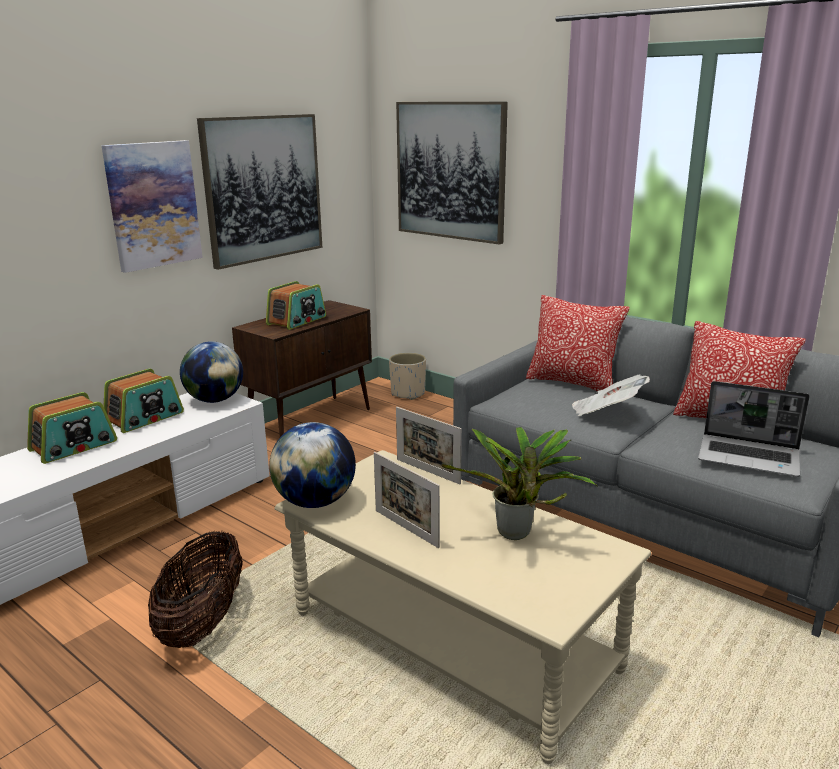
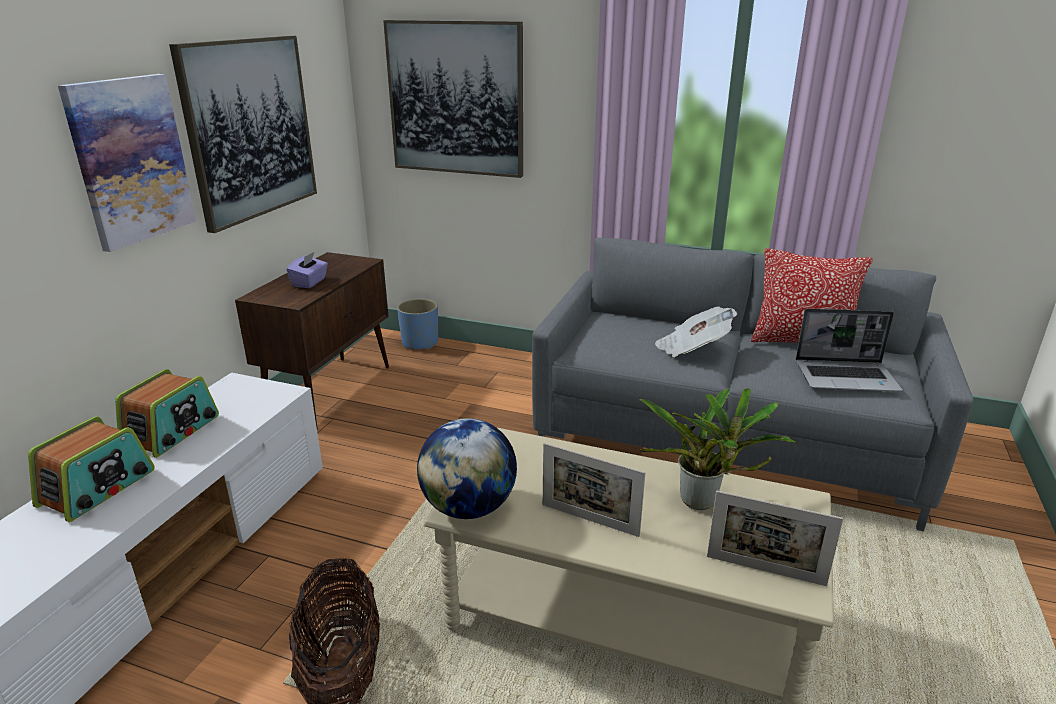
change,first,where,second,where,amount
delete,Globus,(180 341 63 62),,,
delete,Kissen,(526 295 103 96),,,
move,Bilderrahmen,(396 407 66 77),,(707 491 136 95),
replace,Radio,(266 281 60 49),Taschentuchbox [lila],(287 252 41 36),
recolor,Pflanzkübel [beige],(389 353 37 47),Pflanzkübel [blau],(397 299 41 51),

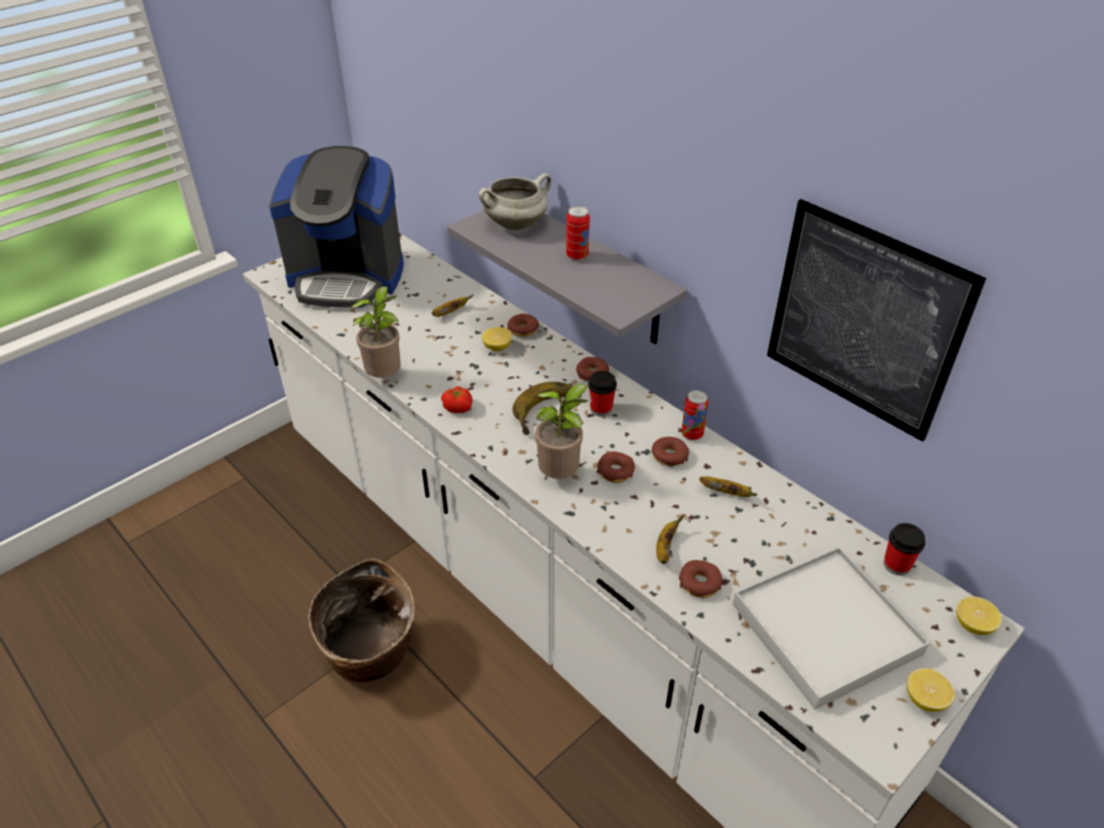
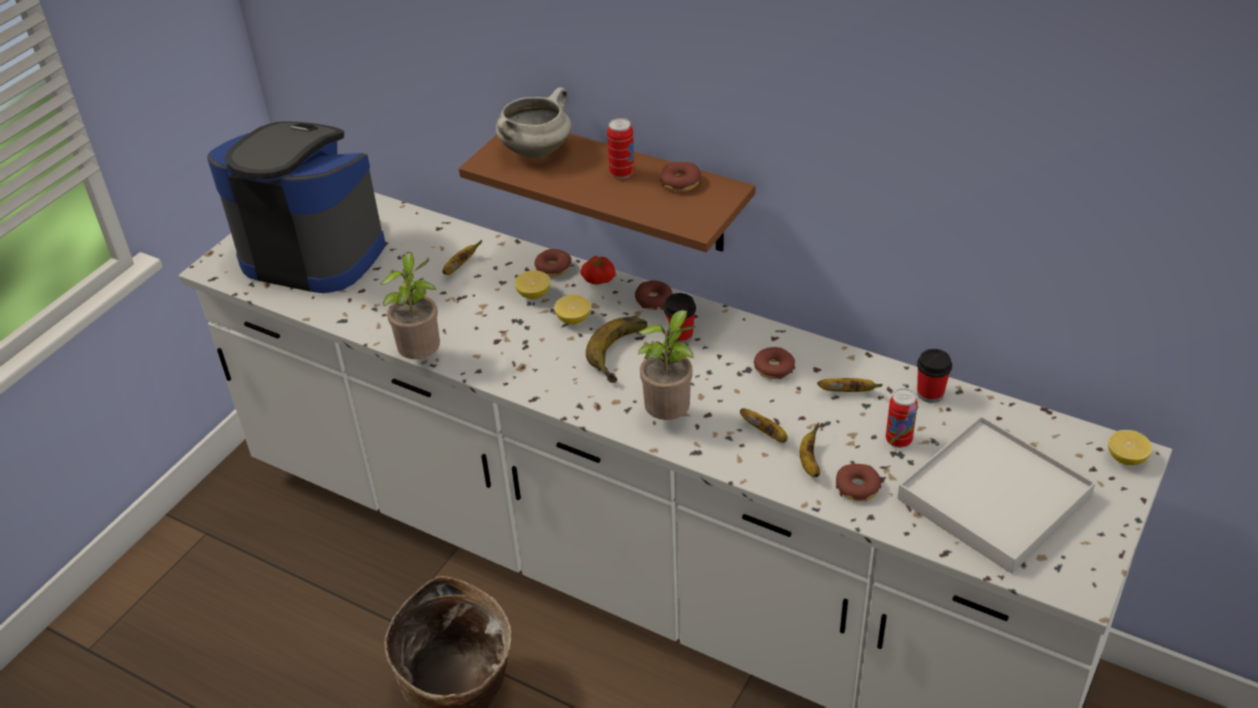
change,first,where,second,where,amount
delete,Bild,(767 199 219 243),,,
insert,,,Banane,(740 408 48 35),
move,Tomate,(441 386 32 27),,(580 256 36 29),
move,Donut,(597 451 38 32),,(660 162 41 30),
move,Dose,(681 390 27 50),,(886 388 32 60),
move,Tasse,(884 523 41 53),,(917 349 35 54),
move,Zitrone,(907 668 48 44),,(554 294 37 30),
recolor,Wandregal [grau],(447 210 240 134),Wandregal [braun],(459 134 296 118),
rotate,Kaffeemaschine,(269 146 135 162),,(207 121 179 172),150 degrees counterclockwise

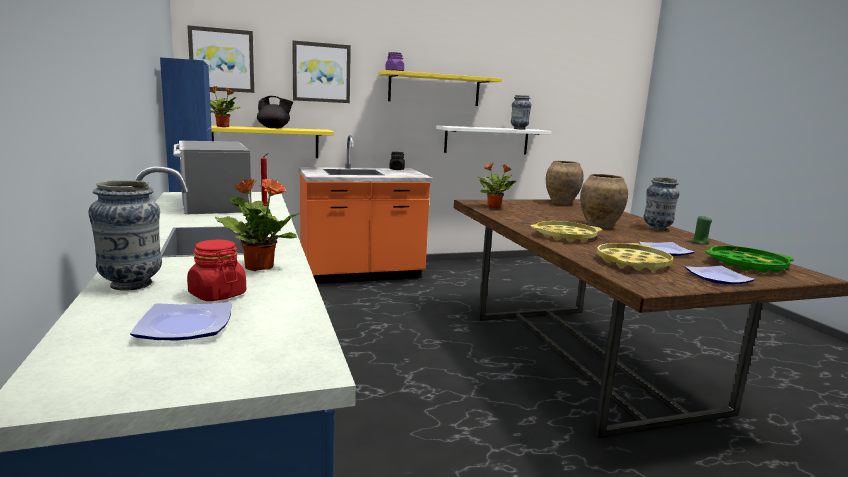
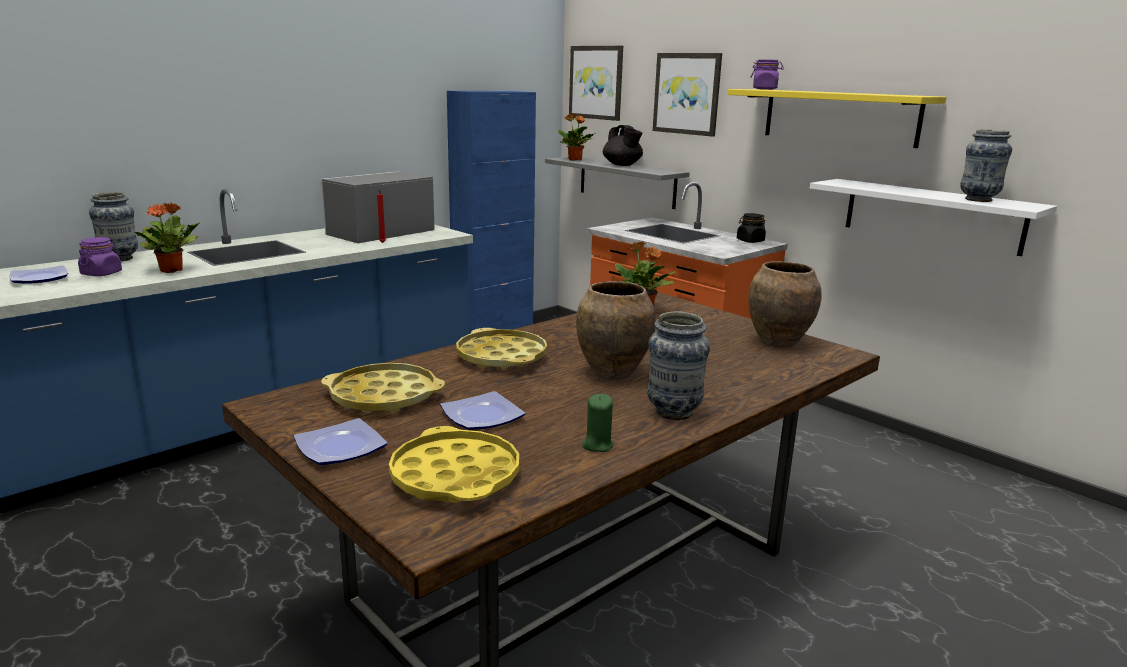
change,first,where,second,where,amount
recolor,Vorratsglas [rot],(187 239 59 62),Vorratsglas [lila],(78 237 44 39),
recolor,Wandregal [gelb],(211 126 123 32),Wandregal [grau],(545 157 145 52),
recolor,Tablett [grün],(705 246 89 27),Tablett [gelb],(389 426 130 77),

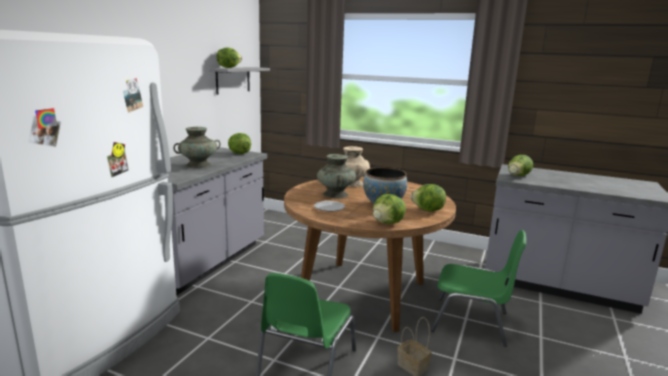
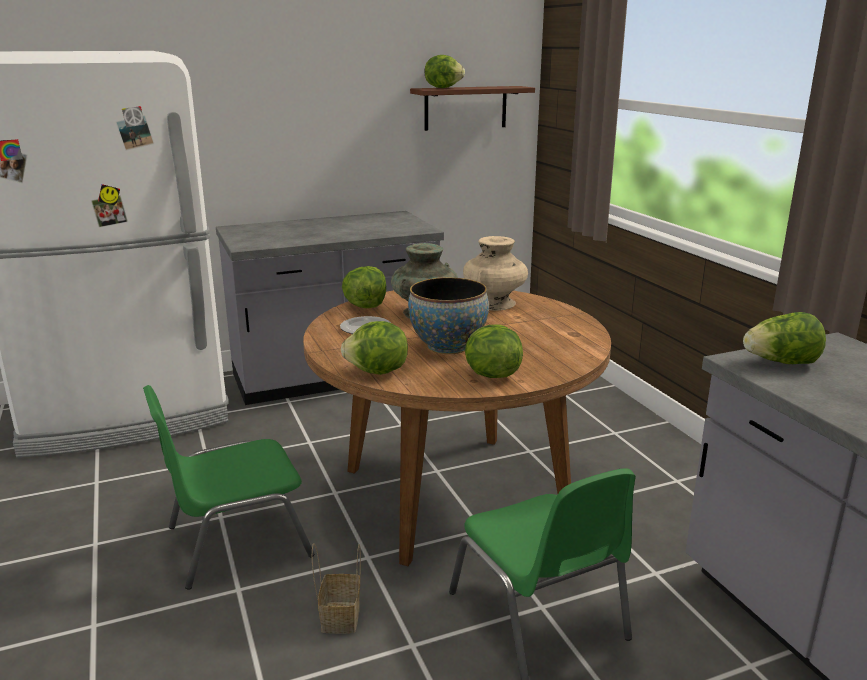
change,first,where,second,where,amount
delete,Vase [türkis],(173 127 48 41),,,
move,Salatkopf,(228 133 23 21),,(342 266 44 42),
recolor,Wandregal [grau],(209 67 61 28),Wandregal [braun],(410 86 125 45),

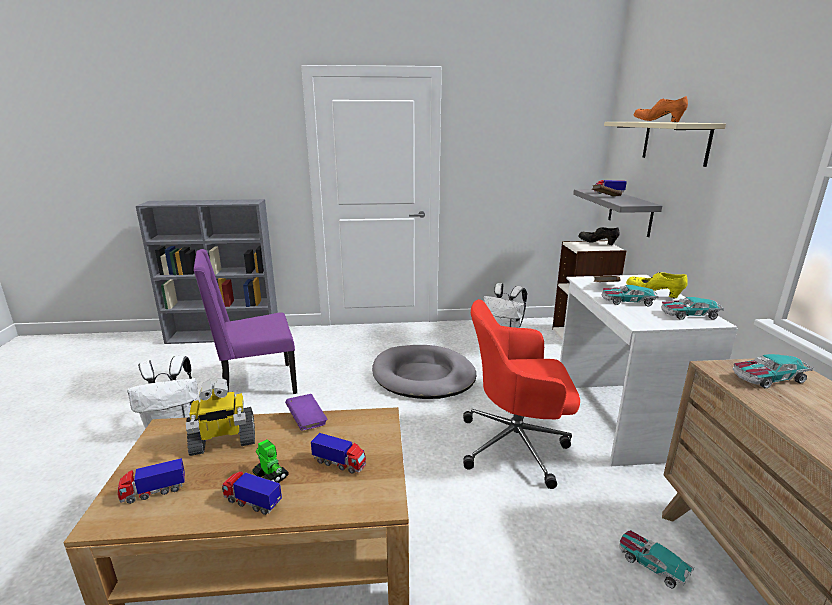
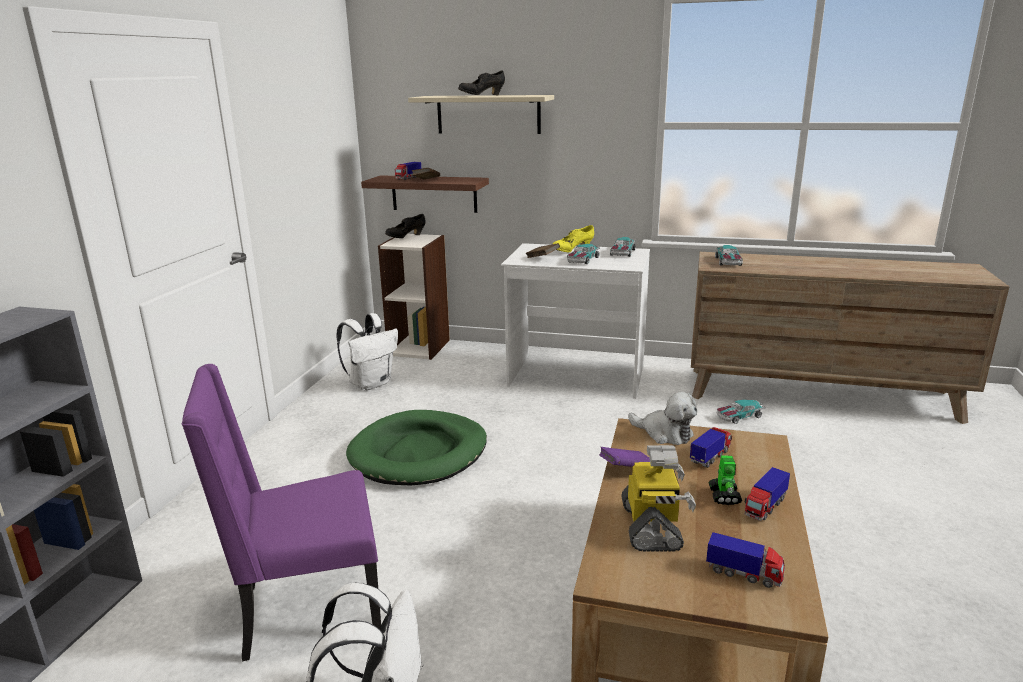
change,first,where,second,where,amount
delete,Bürostuhl [rot],(463 299 117 190),,,
insert,,,Plüschtier,(628 391 69 54),
recolor,Hundebett [grau],(372 345 104 54),Hundebett [grün],(346 410 141 75),
recolor,Wandregal [grau],(573 189 89 48),Wandregal [braun],(361 175 128 38),
recolor,Schuh [orange],(634 96 54 26),Schuh [schwarz],(458 70 47 25),
rotate,Spielzeuglaster,(117 458 68 46),,(706 532 79 56),60 degrees counterclockwise
rotate,Stuhl [lila],(194 249 103 145),,(182 364 199 298),75 degrees clockwise
rotate,Spielzeugroboter,(252 440 37 43),,(709 455 33 50),120 degrees clockwise

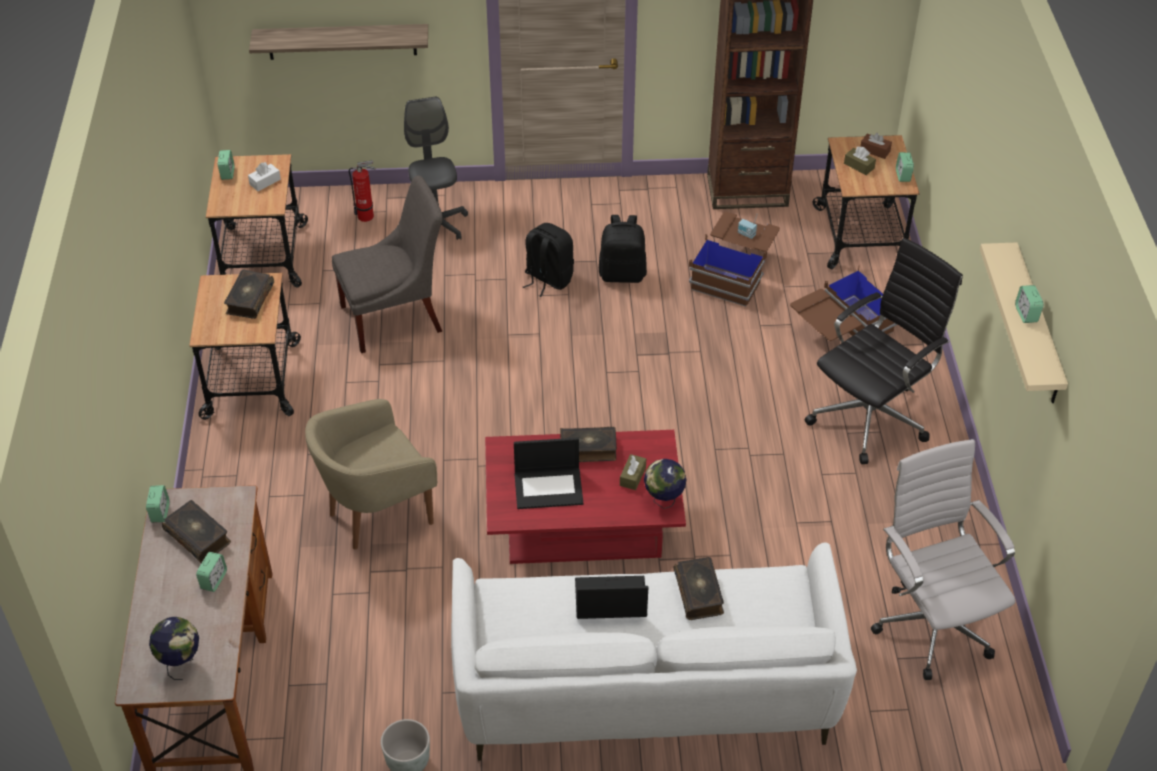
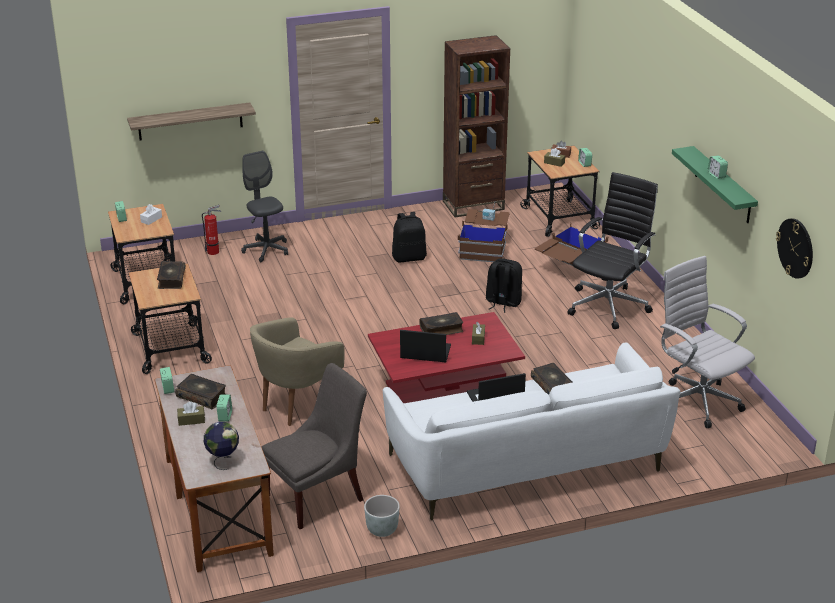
change,first,where,second,where,amount
delete,Globus,(644 459 43 50),,,
insert,,,Taschentuchbox [braun],(177 401 28 25),
insert,,,Wanduhr,(776 218 37 61),
move,Stuhl [grau],(332 176 111 177),,(262 363 105 166),
move,Rucksack [schwarz],(523 223 51 74),,(486 258 36 55),
recolor,Wandregal [beige],(980 242 88 161),Wandregal [grün],(672 146 86 77),
rotate,Laptop,(514 438 69 71),,(400 330 51 32),150 degrees counterclockwise

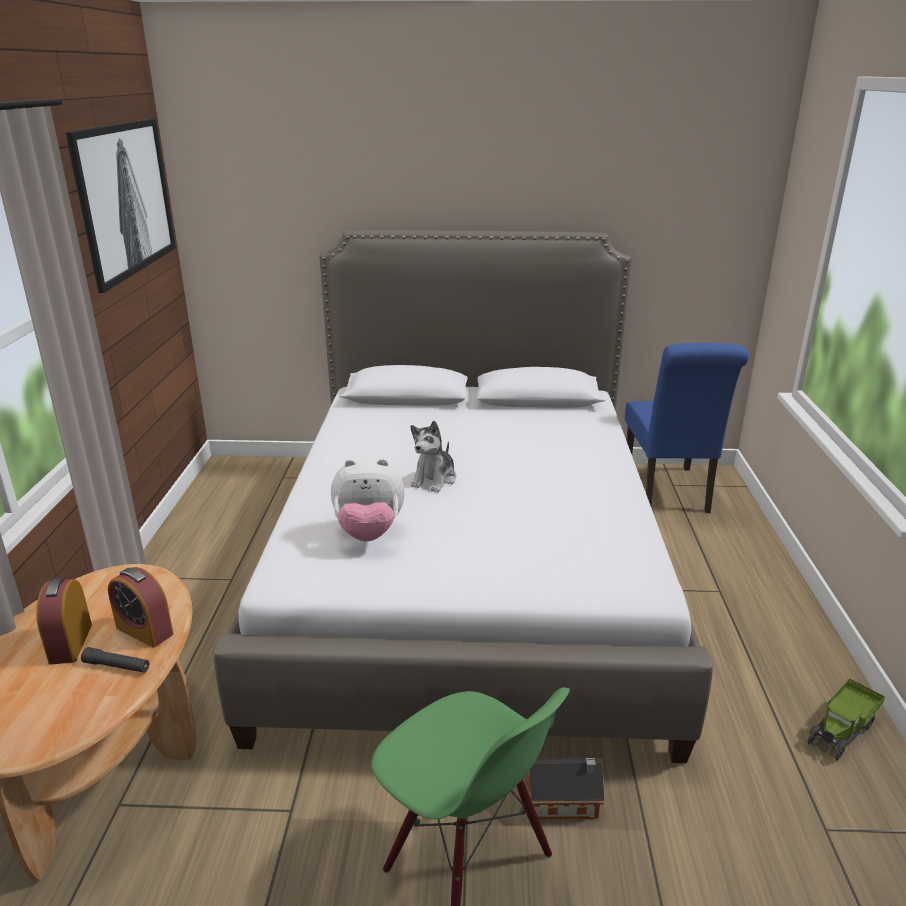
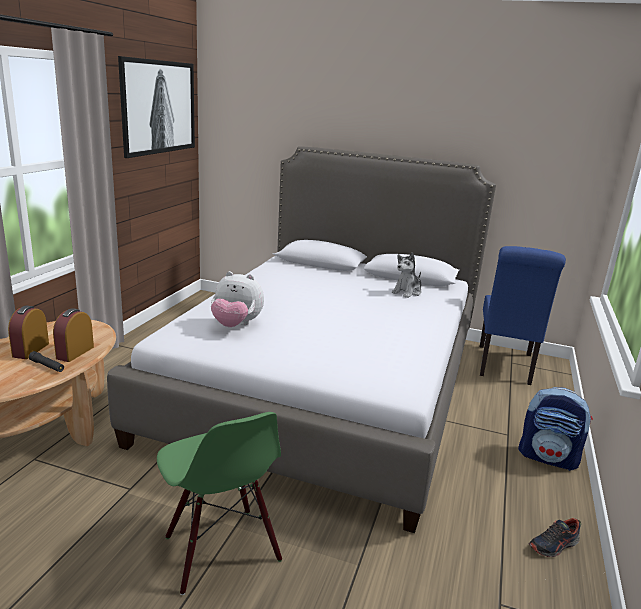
change,first,where,second,where,amount
delete,Spielzeughaus,(526 757 79 62),,,
insert,,,Rucksack,(518 387 75 84),
move,Plüschtier,(411 421 45 71),,(392 252 30 46),
replace,Spielzeuglaster,(807 678 78 82),Schuh,(529 518 52 39),
rotate,Wecker,(108 567 66 81),,(53 308 41 54),60 degrees clockwise

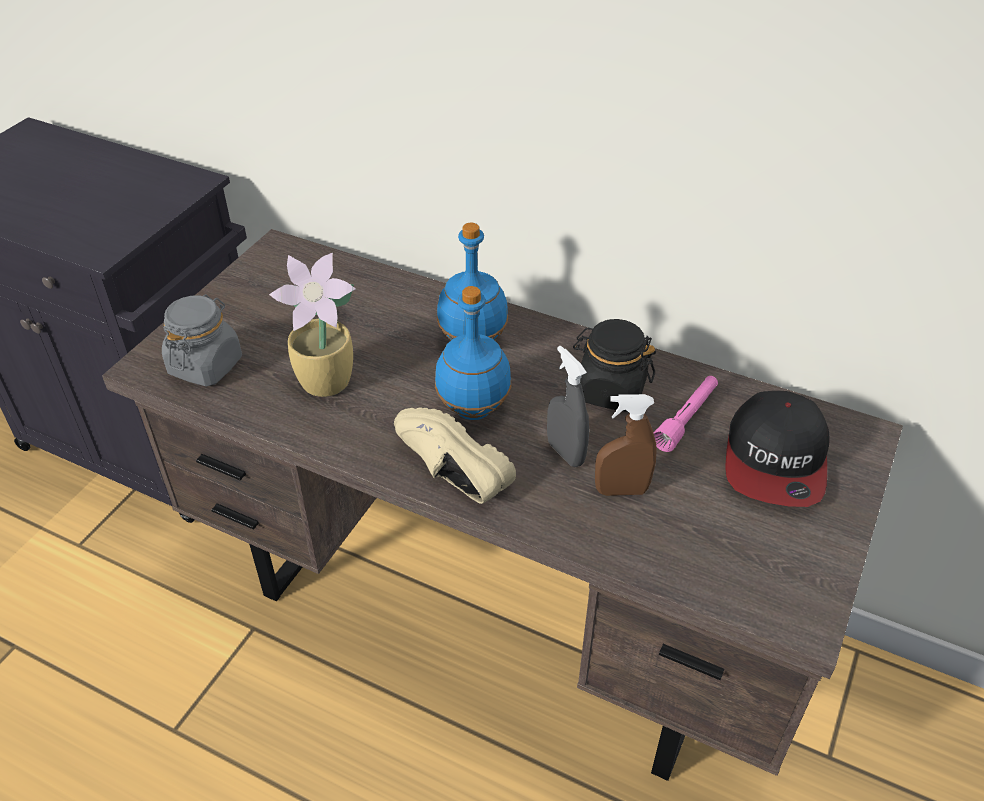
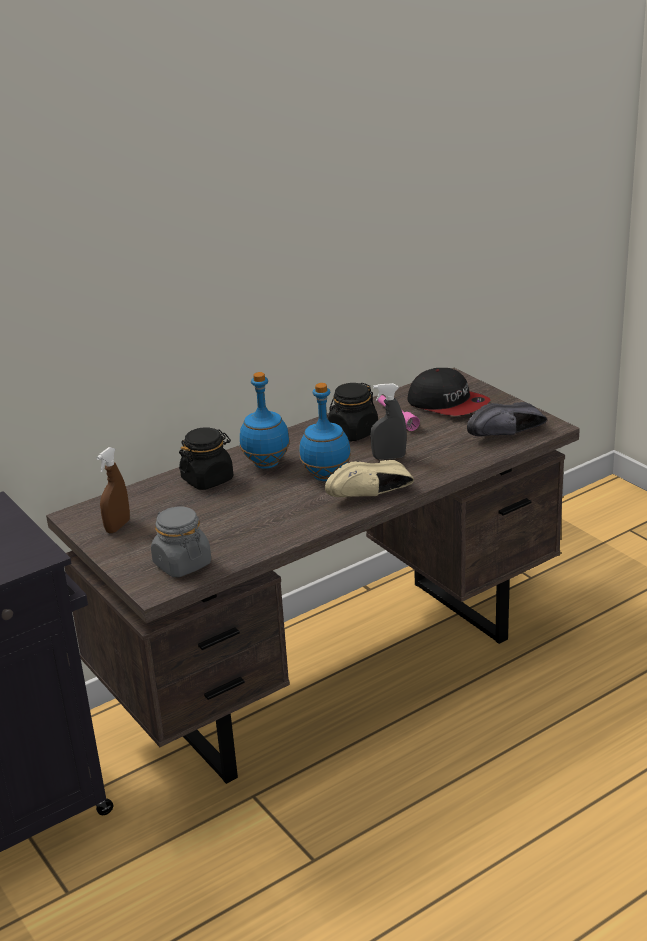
change,first,where,second,where,amount
delete,Topfpflanze,(269 253 87 144),,,
insert,,,Vorratsglas [schwarz],(179 427 54 63),
insert,,,Schuh [schwarz],(467 402 80 34),
move,Sprühflasche [braun],(595 394 61 102),,(96 447 34 86),

